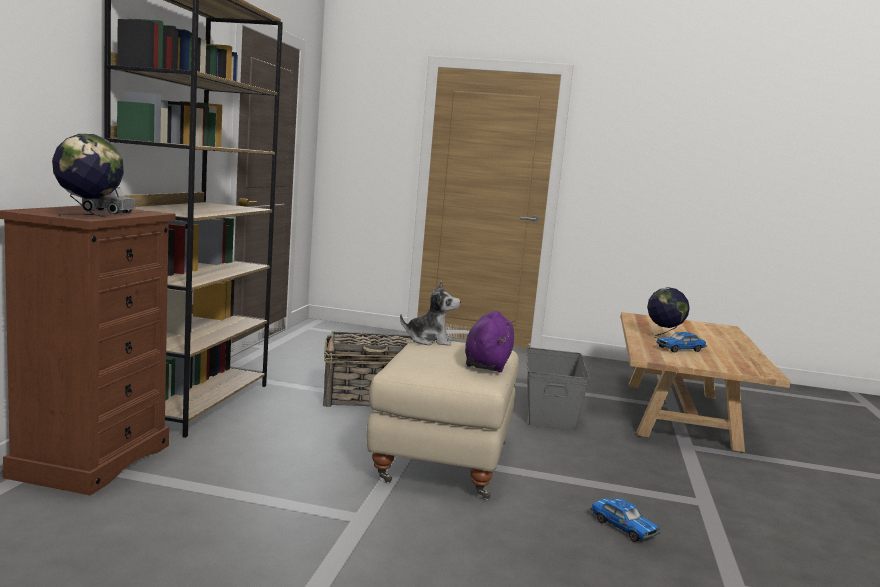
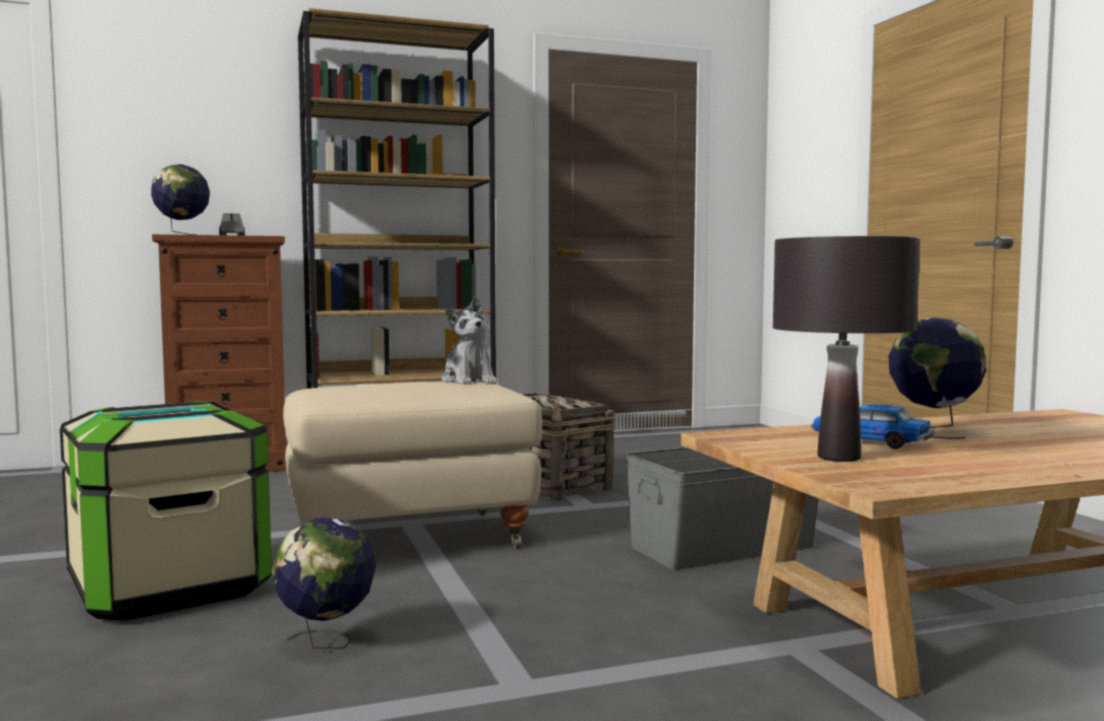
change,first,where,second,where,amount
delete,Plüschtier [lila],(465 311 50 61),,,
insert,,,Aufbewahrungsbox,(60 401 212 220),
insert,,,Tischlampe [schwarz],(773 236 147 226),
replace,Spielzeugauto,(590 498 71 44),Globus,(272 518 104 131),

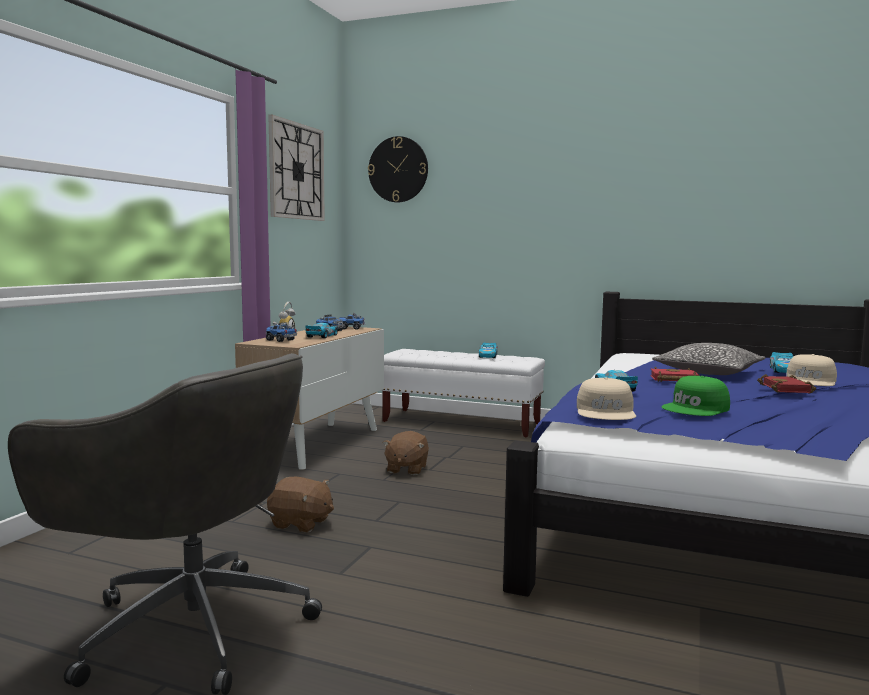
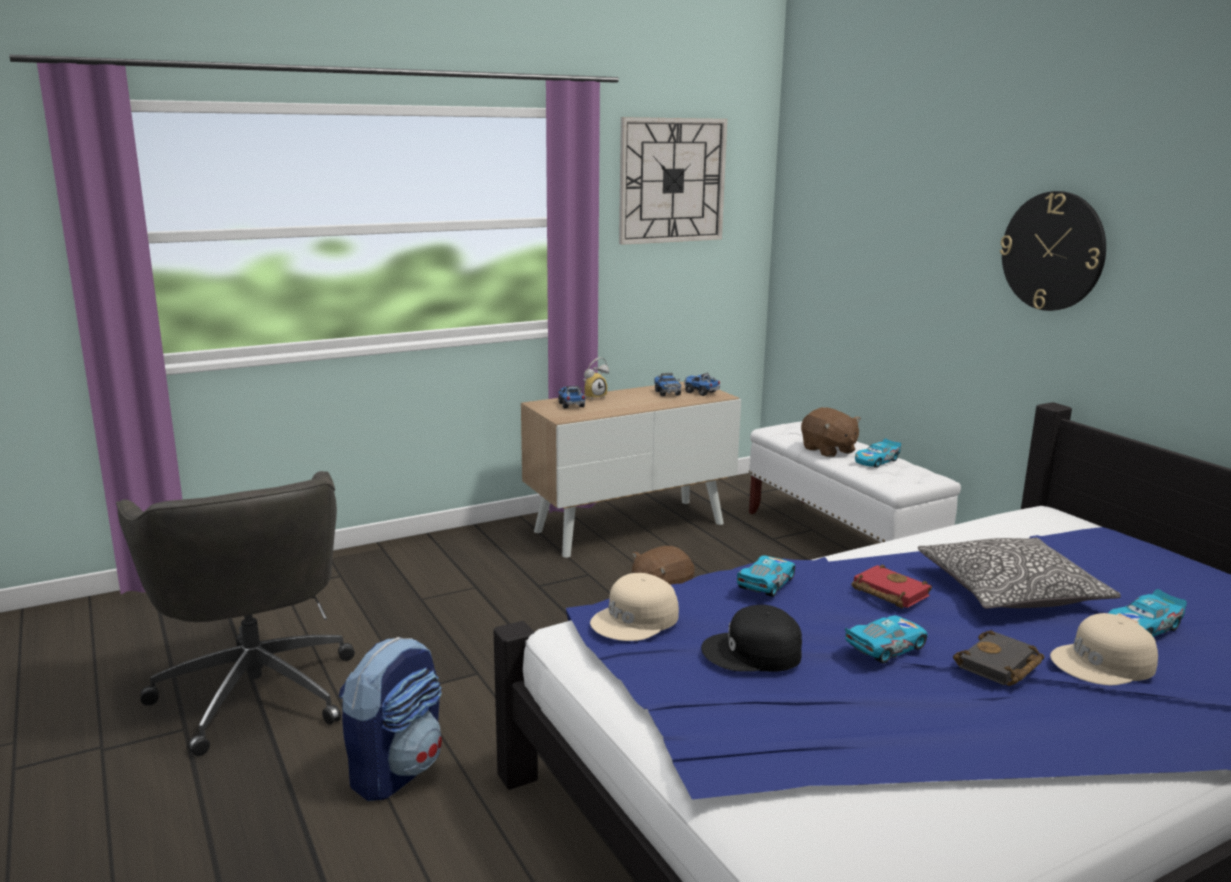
change,first,where,second,where,amount
insert,,,Rucksack,(339 637 103 164),
move,Plüschtier [braun],(267 477 67 55),,(801 407 60 50),
move,Spielzeugauto,(305 323 33 15),,(845 615 83 49),
move,Wanduhr,(368 136 60 66),,(1000 191 106 120),
recolor,Kappe [grün],(662 376 68 40),Kappe [schwarz],(701 605 101 67),
recolor,Buch [rot],(757 374 59 19),Buch [schwarz],(953 630 91 56),

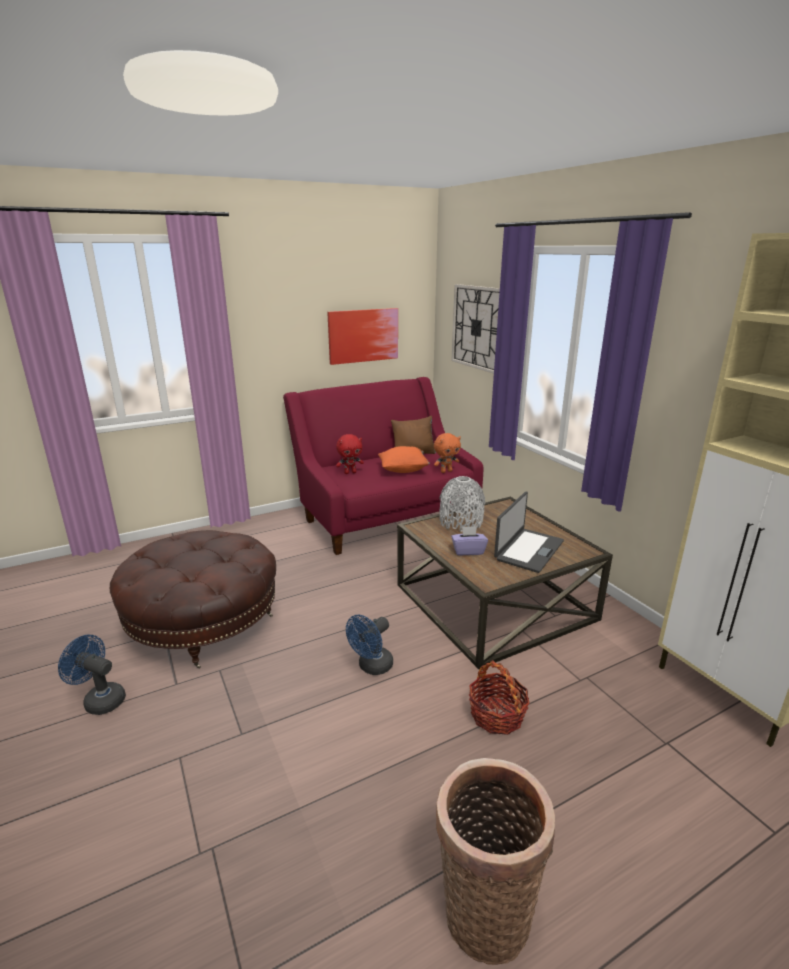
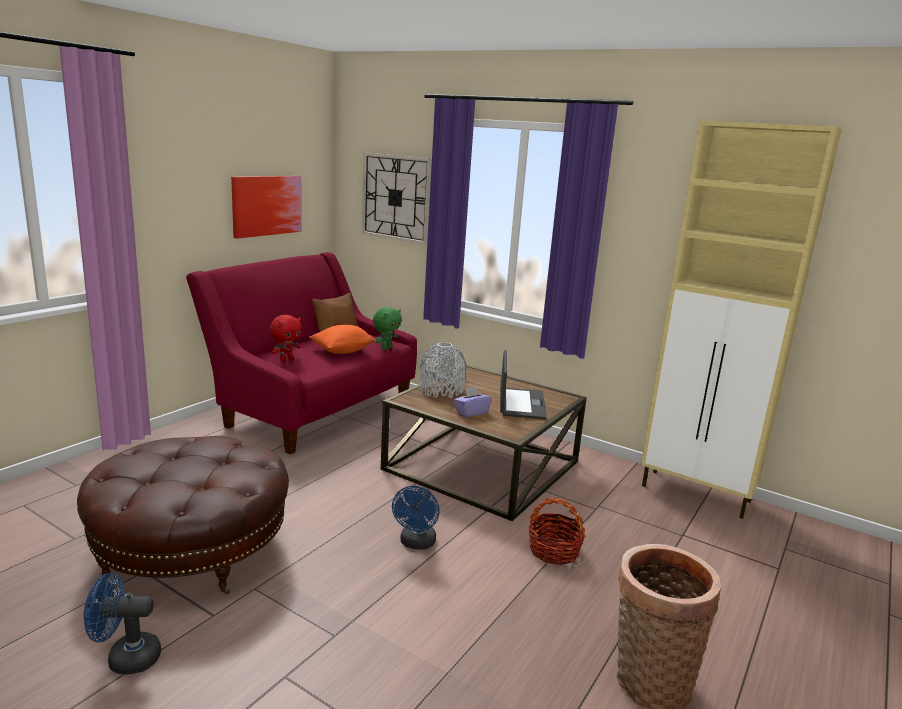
change,first,where,second,where,amount
recolor,Plüschtier [orange],(434 433 27 40),Plüschtier [grün],(373 307 29 43),

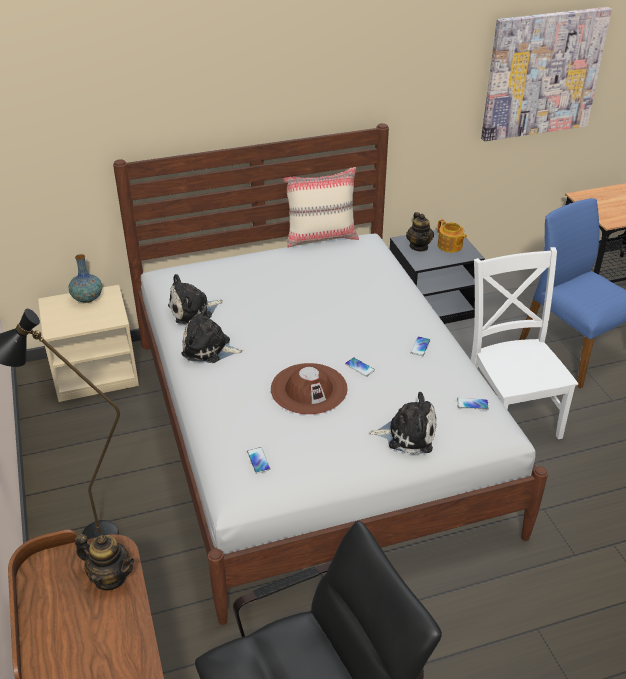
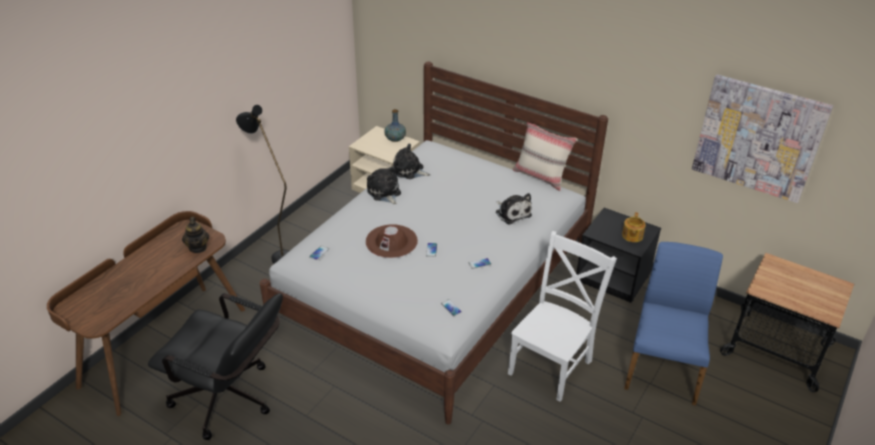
change,first,where,second,where,amount
delete,Teekanne,(406 212 28 40),,,
move,Plüschtier,(369 392 68 62),,(496 193 36 31),

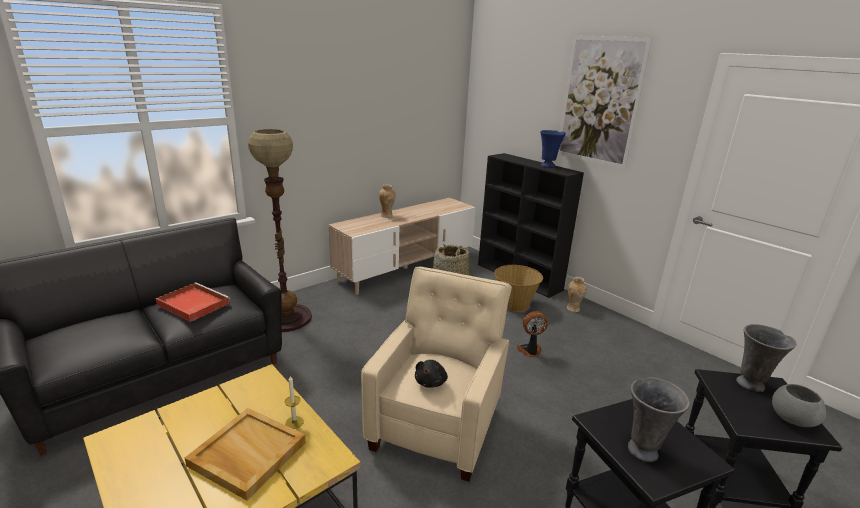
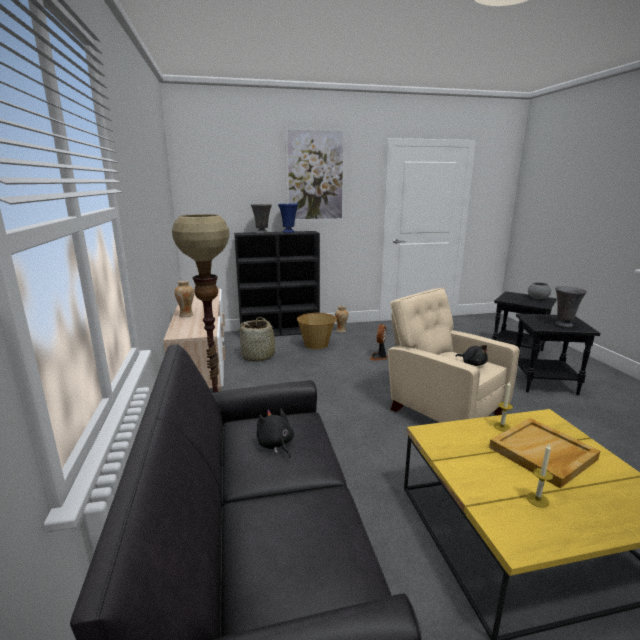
change,first,where,second,where,amount
insert,,,Kerze,(527 444 26 64),
move,Vase [grau],(736 324 60 68),,(251 204 21 30),
replace,Tablett [rot],(156 282 74 40),Plüschtier [schwarz],(256 409 38 49),

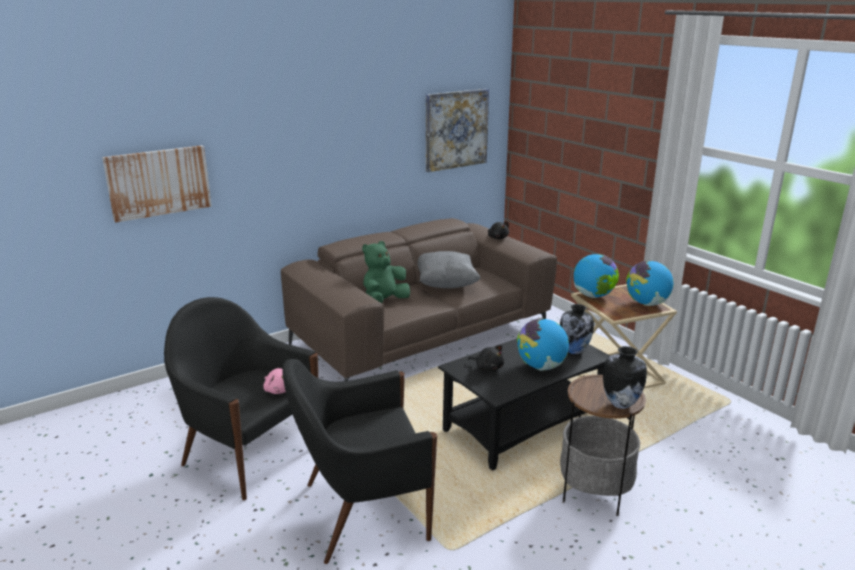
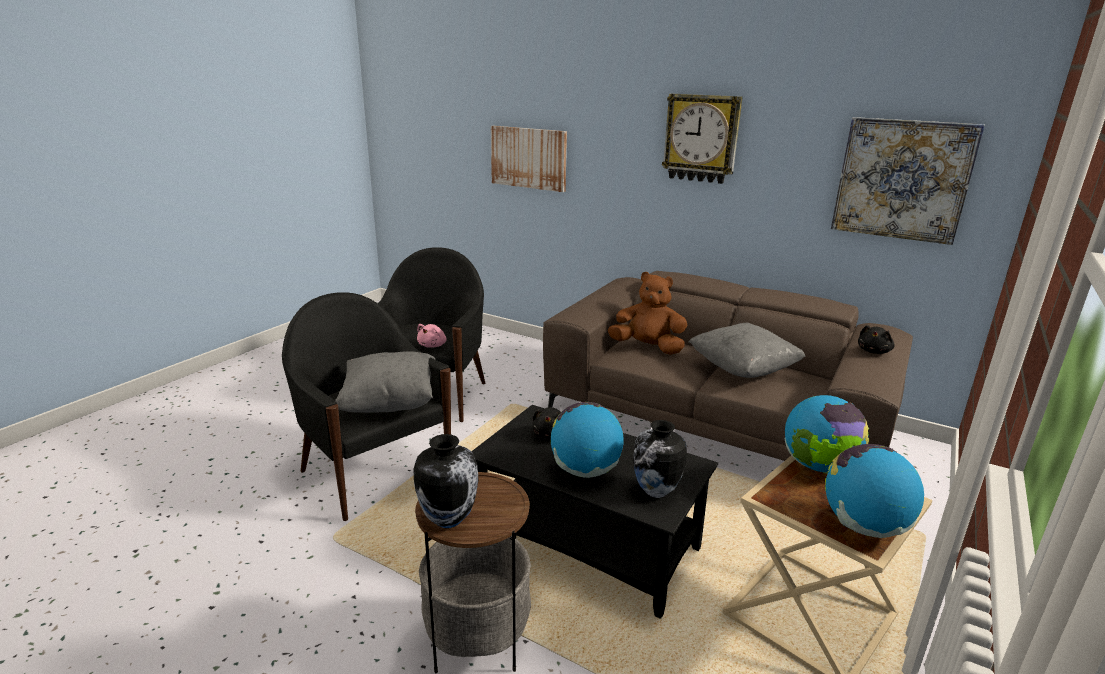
change,first,where,second,where,amount
insert,,,Kissen [grau],(335 351 101 62),
insert,,,Wanduhr,(662 93 81 91),
recolor,Plüschtier [grün],(362 241 48 62),Plüschtier [braun],(608 272 79 83),

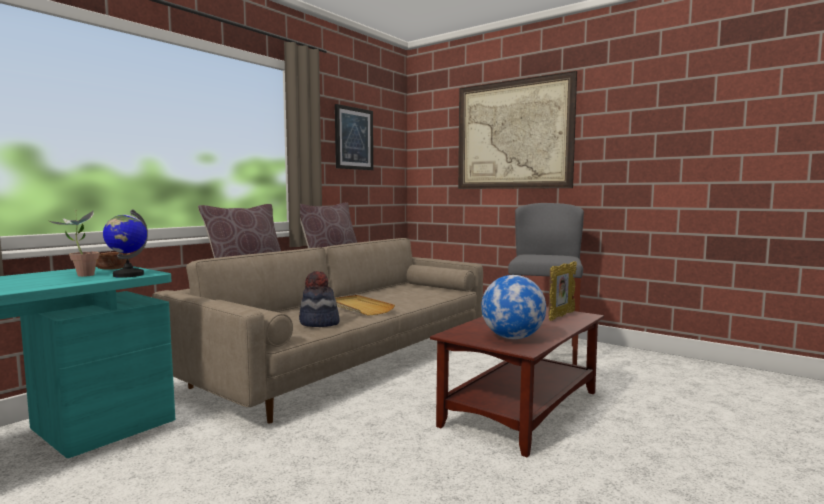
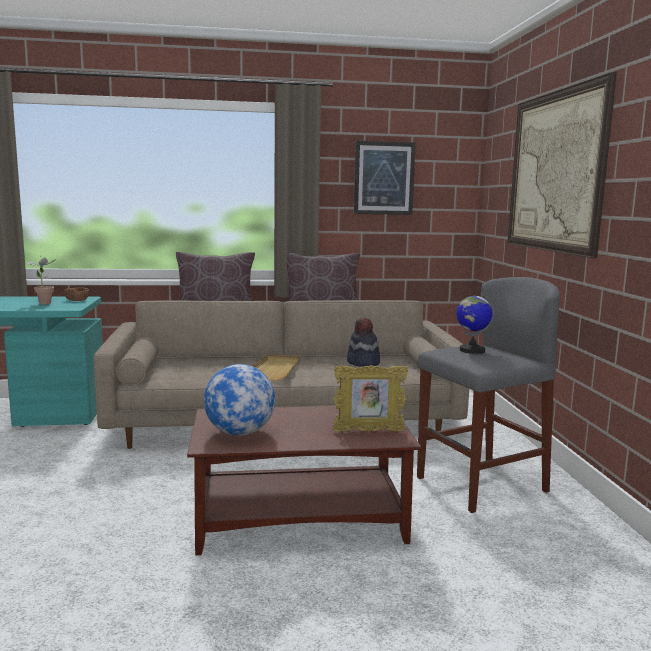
change,first,where,second,where,amount
move,Globus,(103 209 45 69),,(456 291 38 63),
move,Hut,(299 271 41 56),,(347 317 33 50),

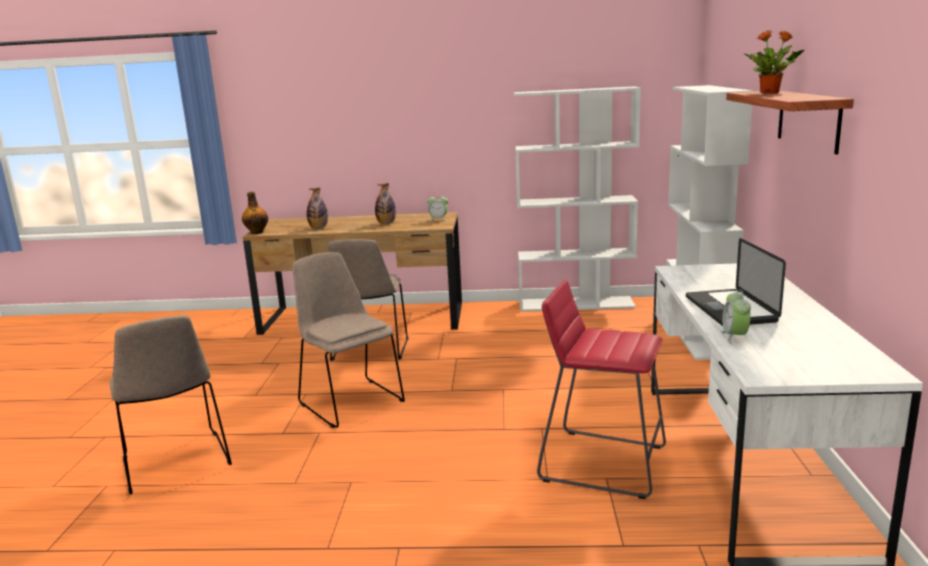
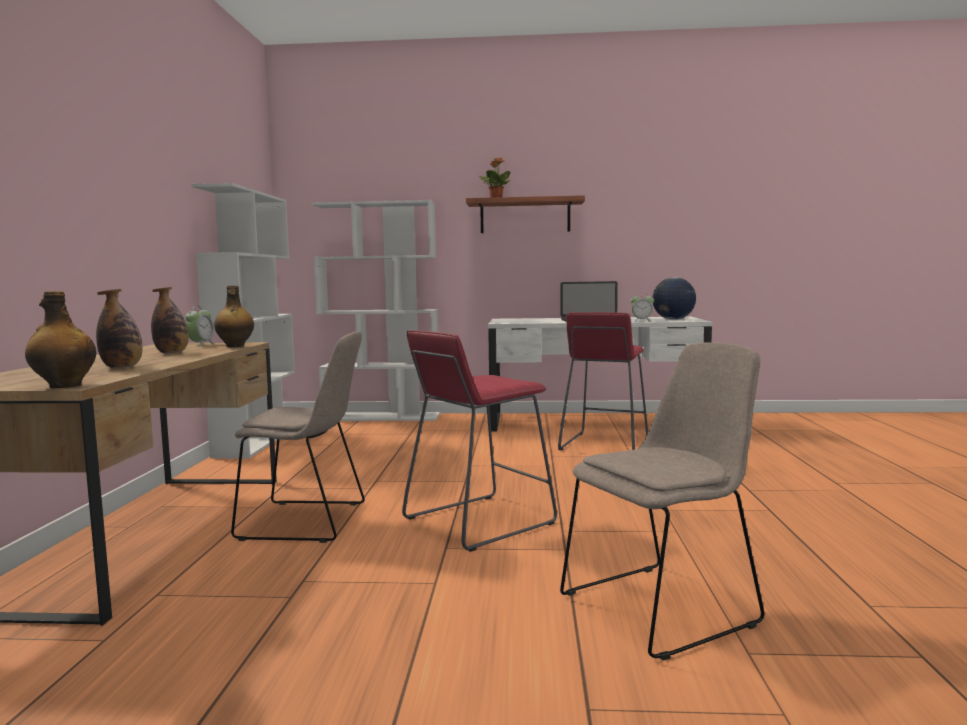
change,first,where,second,where,amount
insert,,,Flasche,(214 285 40 62),
insert,,,Globus,(652 277 44 43),
replace,Stuhl [beige],(292 252 113 176),Hocker [rot],(402 330 155 222),

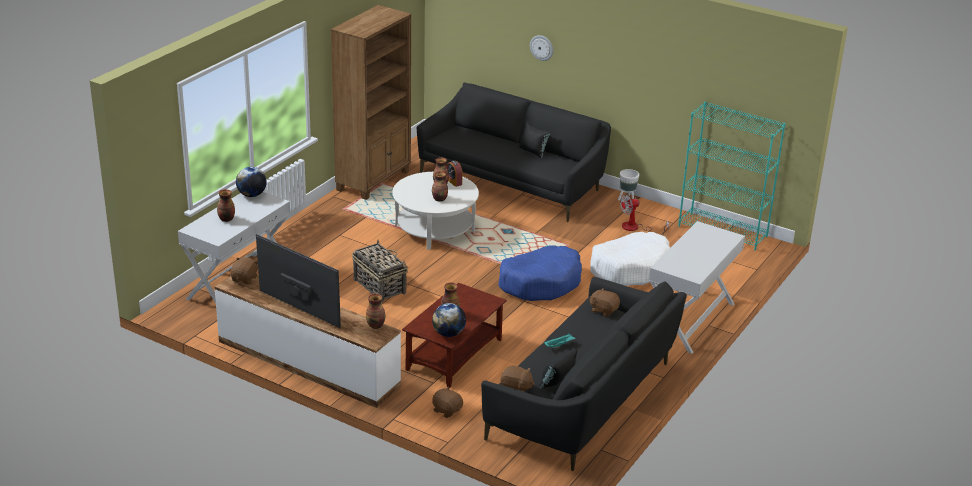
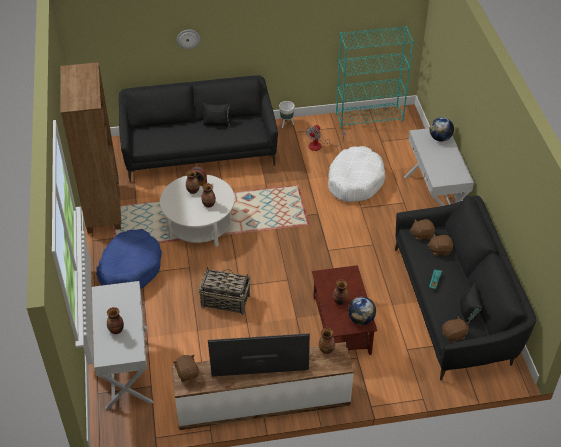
change,first,where,second,where,amount
move,Globus,(236 167 31 30),,(429 117 25 24),
move,Plüschtier [braun],(432 387 31 31),,(427 234 26 22),
move,Hundebett [blau],(498 245 84 56),,(96 229 66 60),

